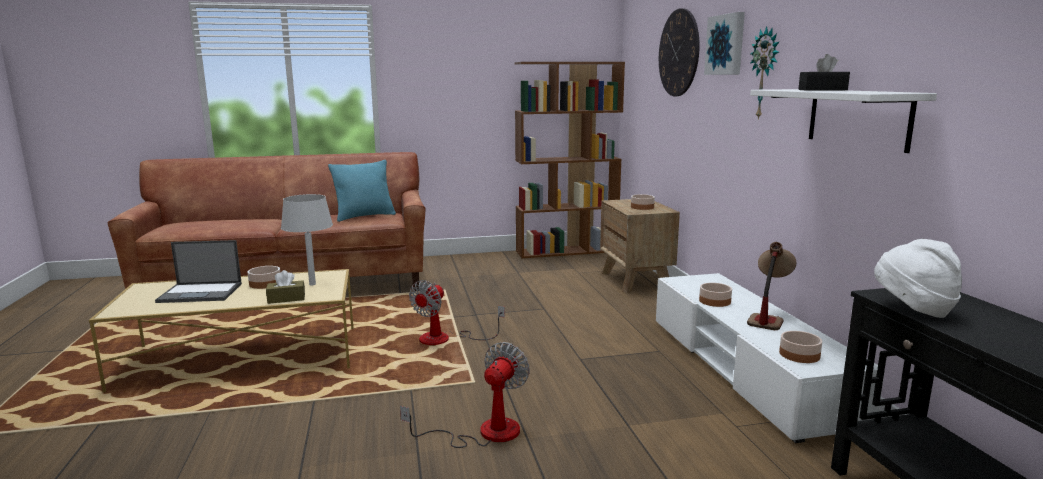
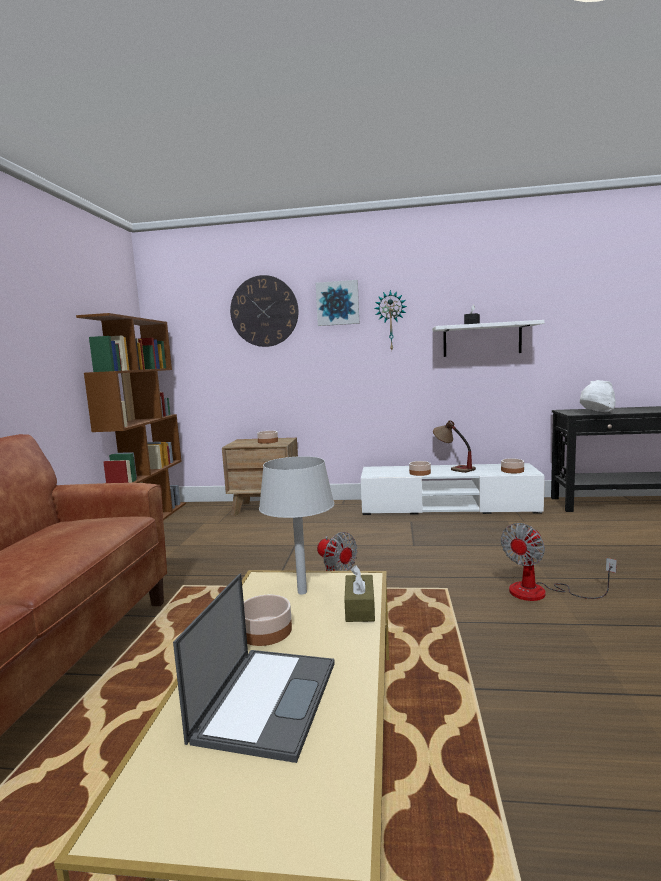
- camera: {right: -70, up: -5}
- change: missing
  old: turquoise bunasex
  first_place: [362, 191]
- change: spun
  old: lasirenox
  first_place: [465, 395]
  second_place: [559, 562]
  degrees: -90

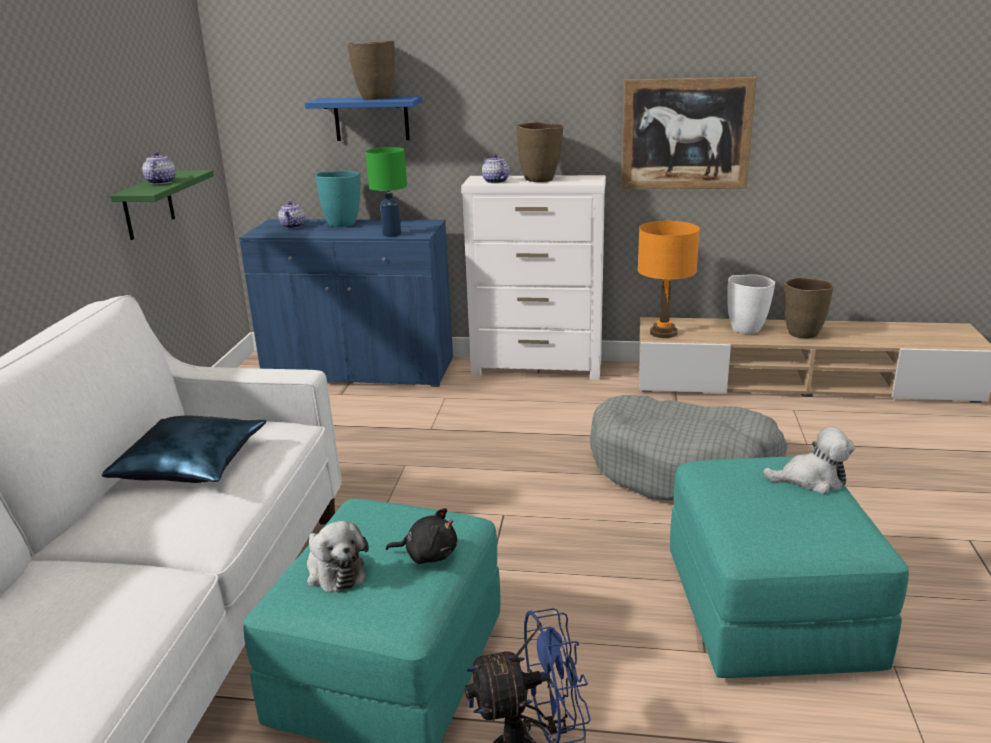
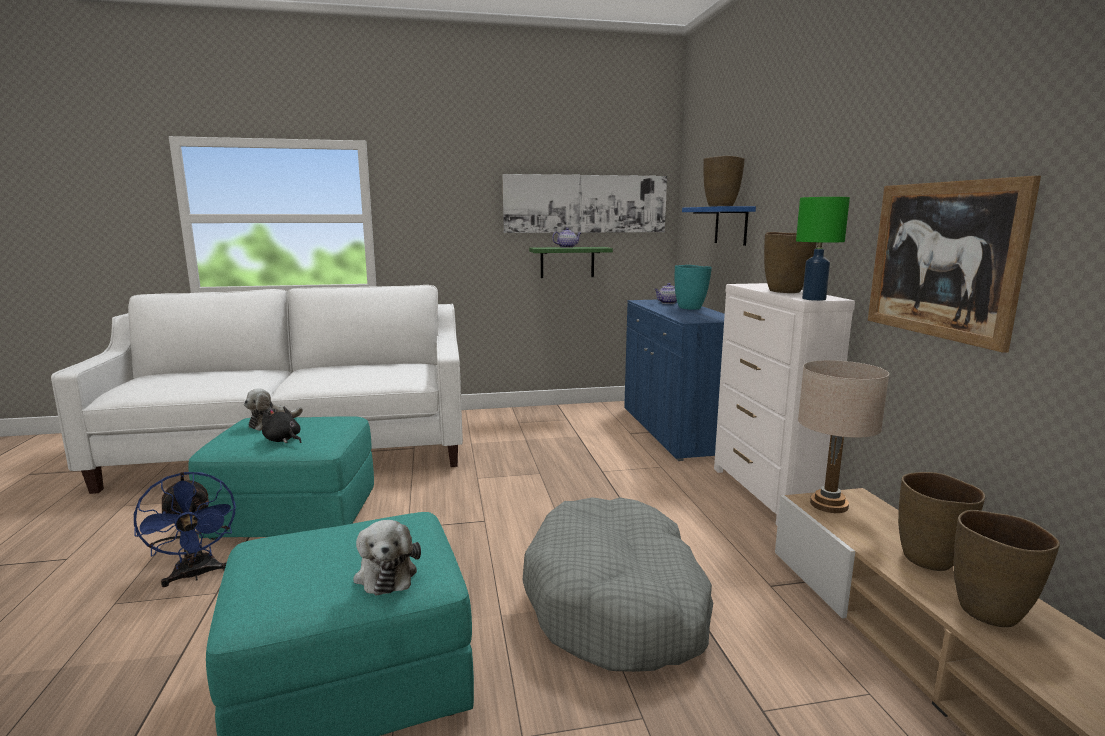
- camera: {right: 70, up: -10}
- change: relocated
  old: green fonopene
  first_place: [386, 192]
  second_place: [823, 249]
- change: missing
  old: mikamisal
  first_place: [495, 168]
- change: colour
  old: orange fonopene
  new: beige fonopene
  first_place: [669, 279]
  second_place: [843, 436]
- change: colour
  old: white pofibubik
  new: brown pofibubik
  first_place: [751, 304]
  second_place: [941, 521]
- change: missing
  old: blue bunasex
  first_place: [184, 449]
- change: spun
  old: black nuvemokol
  first_place: [421, 536]
  second_place: [281, 425]
  degrees: 135
- change: appeared
  new: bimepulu
  second_place: [585, 203]

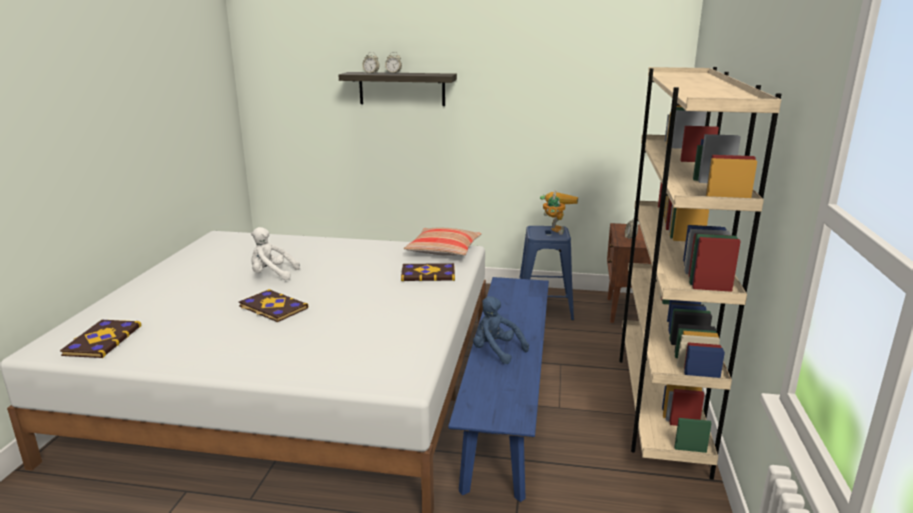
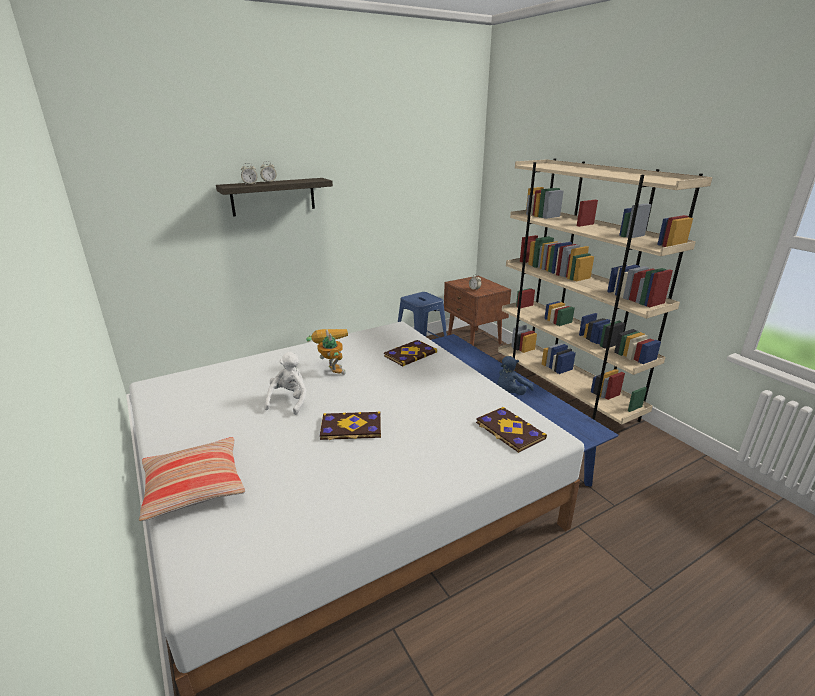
- camera: {right: -40, up: 5}
- change: relocated
  old: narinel
  first_place: [559, 212]
  second_place: [327, 352]
- change: spun
  old: white nuvemokol
  first_place: [275, 253]
  second_place: [286, 383]
  degrees: 135
- change: relocated
  old: bunasex
  first_place: [442, 242]
  second_place: [192, 479]
- change: spun
  old: blue nuvemokol
  first_place: [501, 330]
  second_place: [515, 375]
  degrees: -45
- change: relocated
  old: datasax
  first_place: [100, 339]
  second_place: [511, 430]

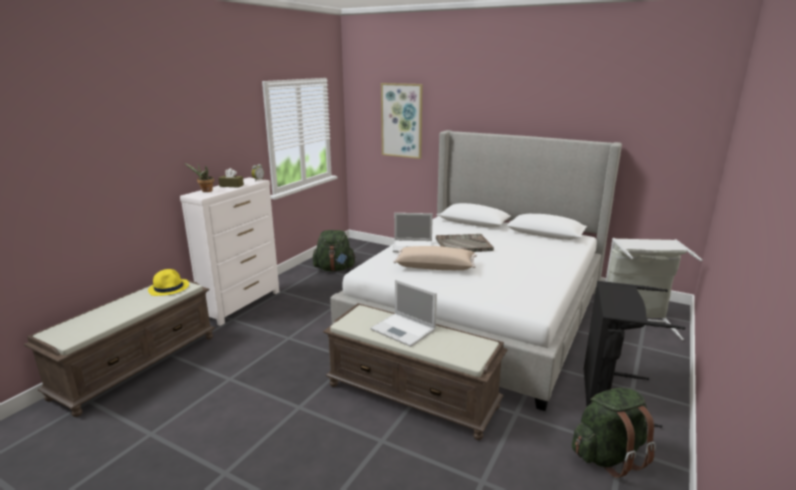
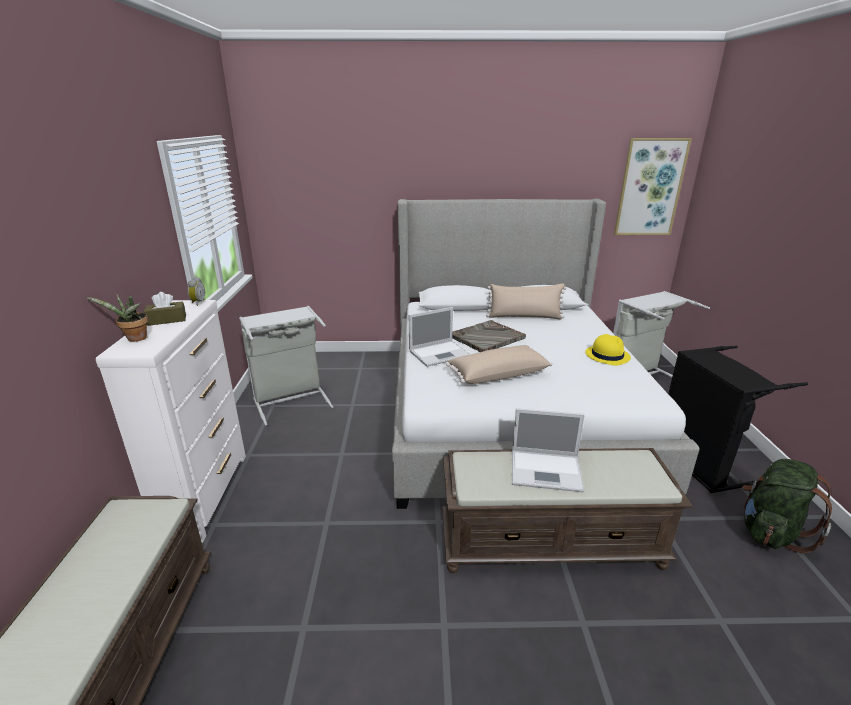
- camera: {right: -30, up: 5}
- change: relocated
  old: bimepulu
  first_place: [402, 121]
  second_place: [653, 186]
- change: exchanged
  old: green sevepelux
  new: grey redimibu
  first_place: [334, 250]
  second_place: [286, 366]
- change: relocated
  old: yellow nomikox
  first_place: [168, 282]
  second_place: [608, 350]
- change: appeared
  new: beige bunasex
  second_place: [526, 301]

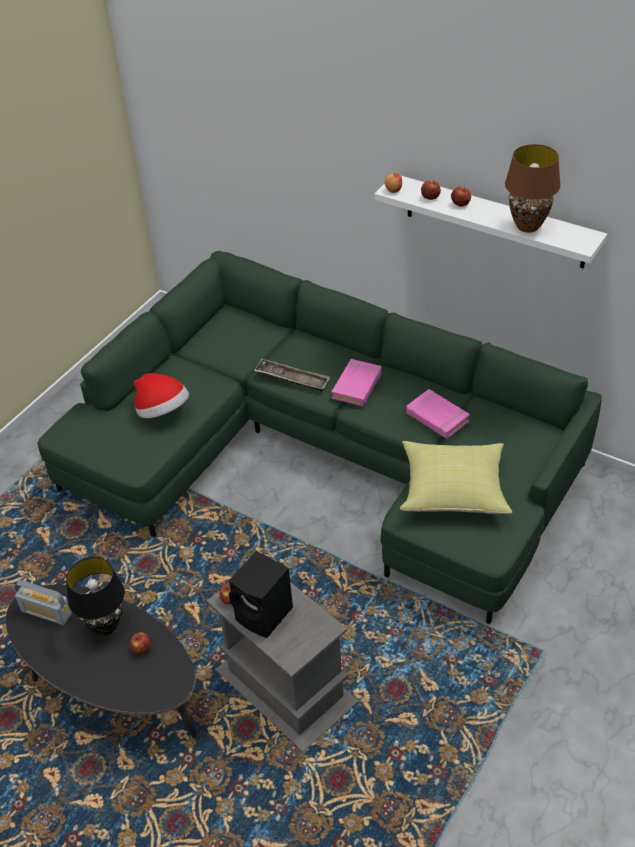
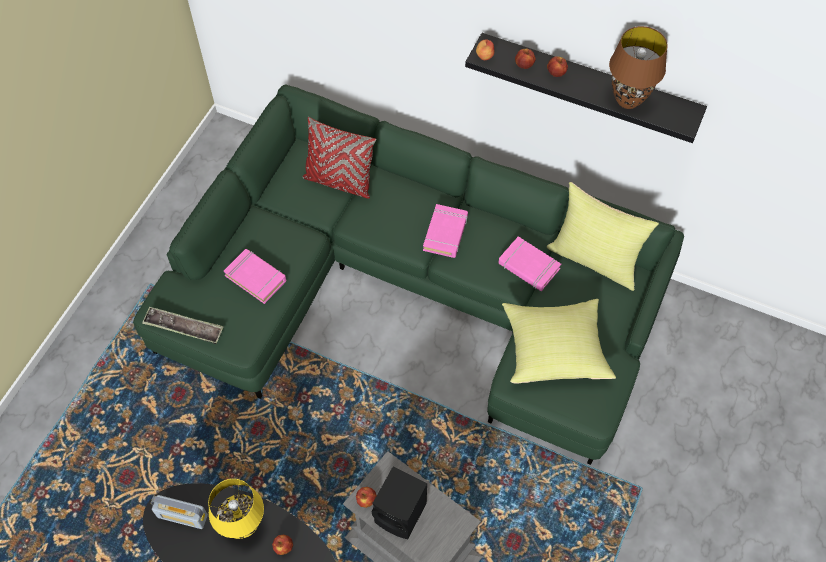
- camera: {right: -10, up: 15}
- change: colour
  old: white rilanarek
  new: black rilanarek
  first_place: [490, 222]
  second_place: [586, 88]
- change: relocated
  old: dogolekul
  first_place: [292, 375]
  second_place: [182, 325]
- change: exchanged
  old: nomikox
  new: pink datasax
  first_place: [161, 395]
  second_place: [255, 276]
- change: colour
  old: black fonopene
  new: yellow fonopene
  first_place: [95, 596]
  second_place: [236, 509]
- change: appeared
  new: red bunasex
  second_place: [339, 158]
- change: appeared
  new: yellow bunasex
  second_place: [603, 236]

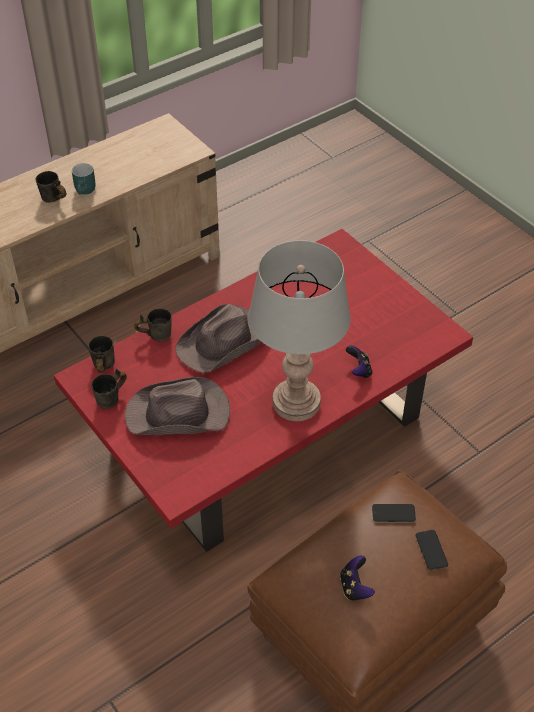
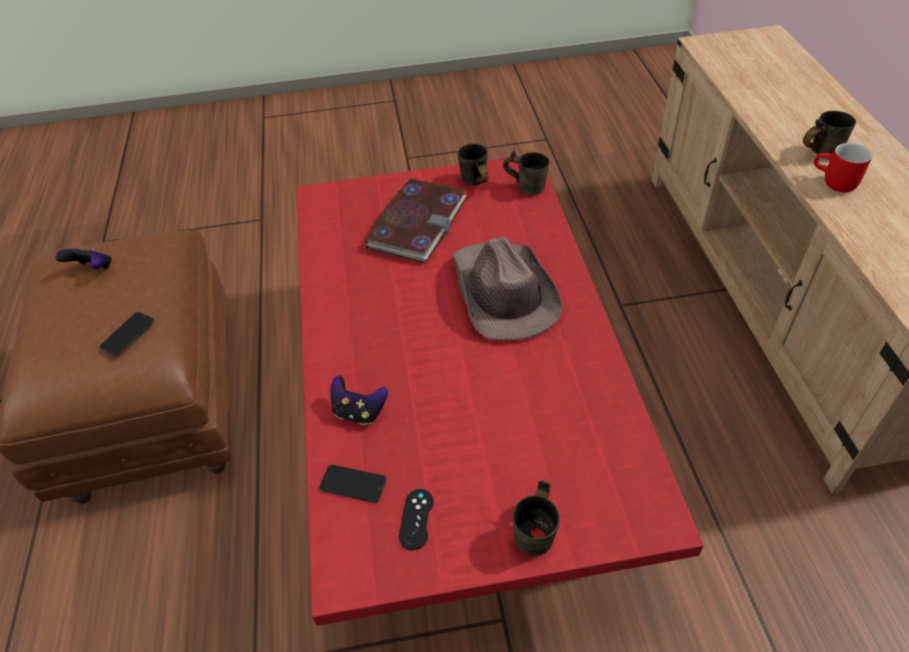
- camera: {right: 120, up: 0}
- change: colour
  old: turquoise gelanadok
  new: red gelanadok
  first_place: [83, 179]
  second_place: [843, 167]
- change: missing
  old: grey fonopene
  first_place: [299, 330]
- change: relocated
  old: grey gelanadok
  first_place: [153, 325]
  second_place: [536, 518]
- change: exchanged
  old: brown nomikox
  new: datasax
  first_place: [177, 406]
  second_place: [416, 220]
- change: relocated
  old: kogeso
  first_place: [432, 550]
  second_place: [353, 484]
- change: appeared
  new: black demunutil
  second_place: [416, 519]

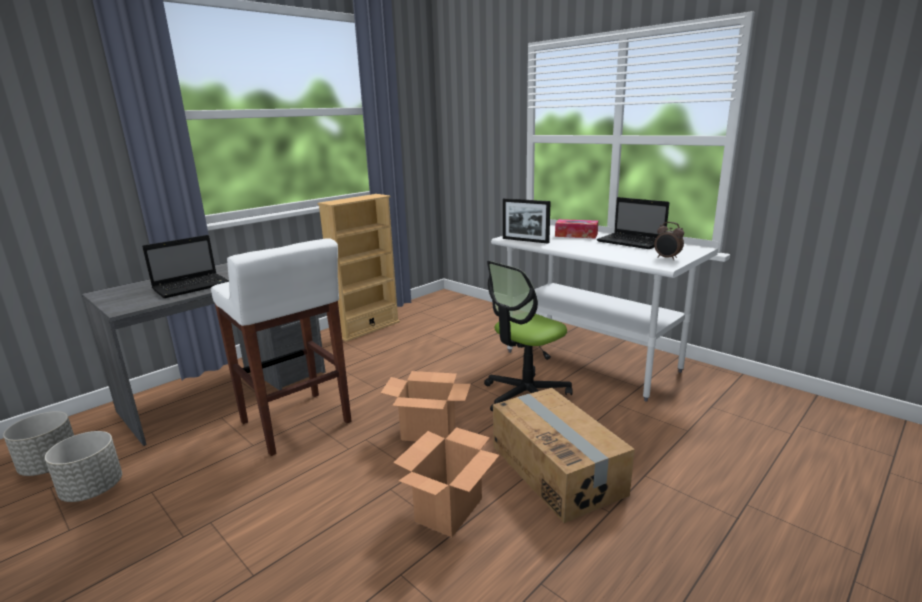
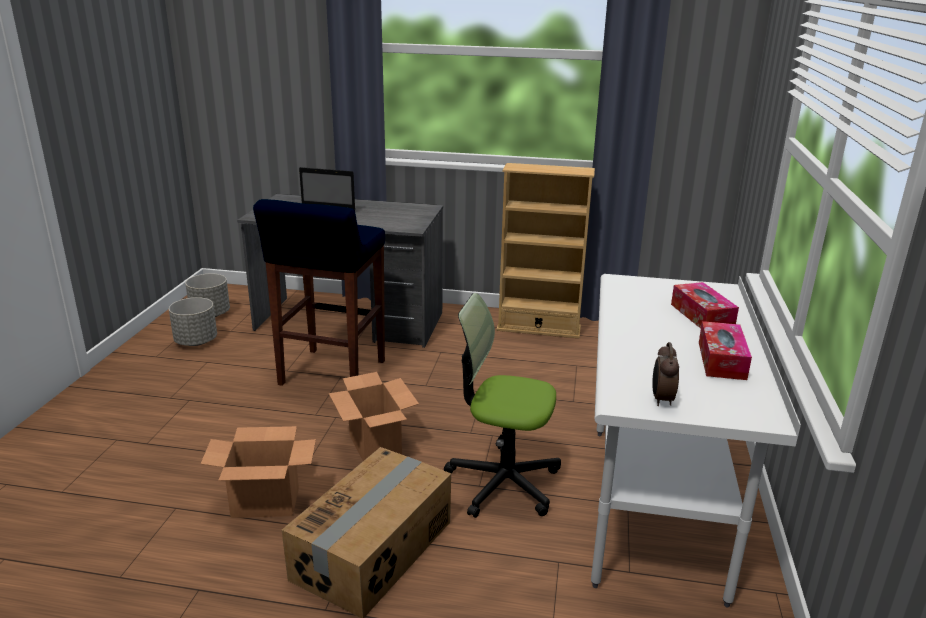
- camera: {right: 55, up: 5}
- change: exchanged
  old: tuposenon
  new: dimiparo
  first_place: [632, 223]
  second_place: [725, 350]
- change: missing
  old: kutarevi
  first_place: [527, 221]
- change: colour
  old: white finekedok
  new: blue finekedok
  first_place: [281, 347]
  second_place: [319, 292]

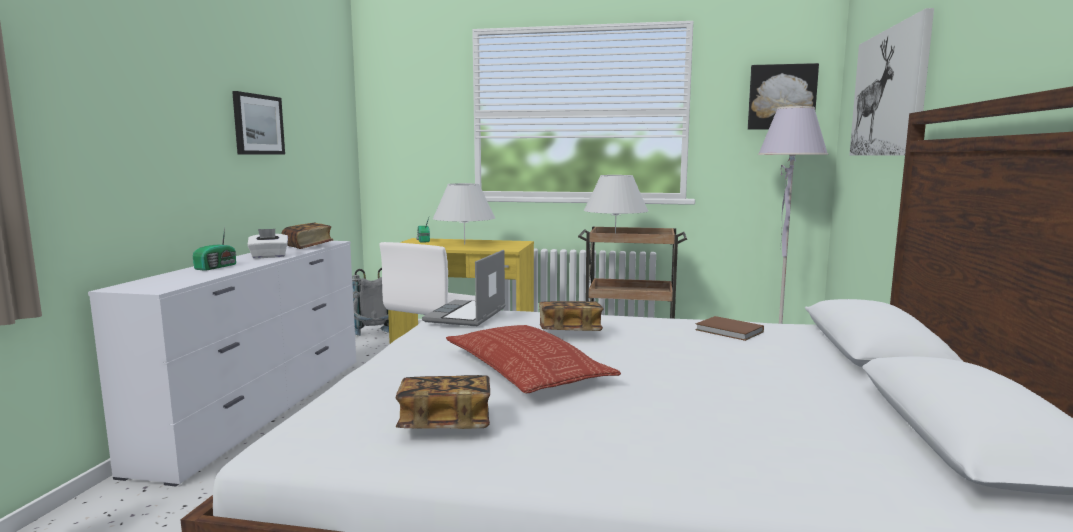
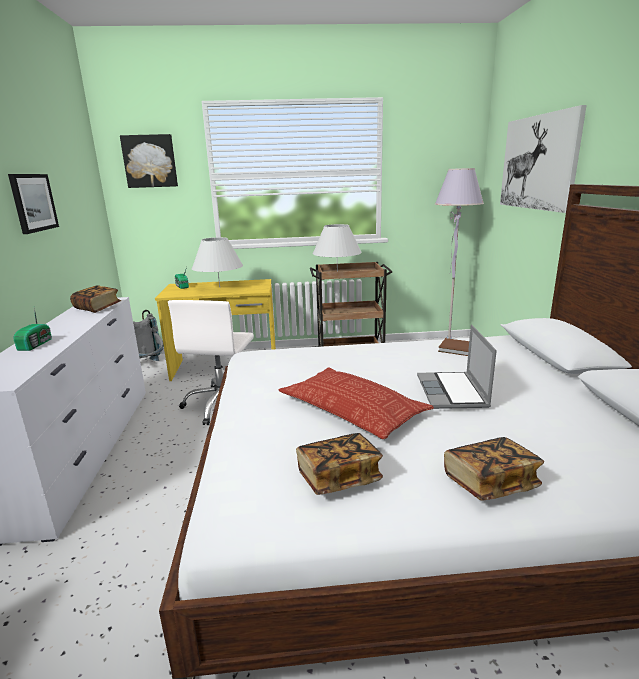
- camera: {right: -15, up: 10}
- change: relocated
  old: bimepulu
  first_place: [783, 96]
  second_place: [149, 161]
- change: missing
  old: white dimiparo
  first_place: [267, 244]
- change: relocated
  old: tuposenon
  first_place: [463, 288]
  second_place: [457, 366]
- change: relocated
  old: datasax
  first_place: [571, 316]
  second_place: [494, 469]

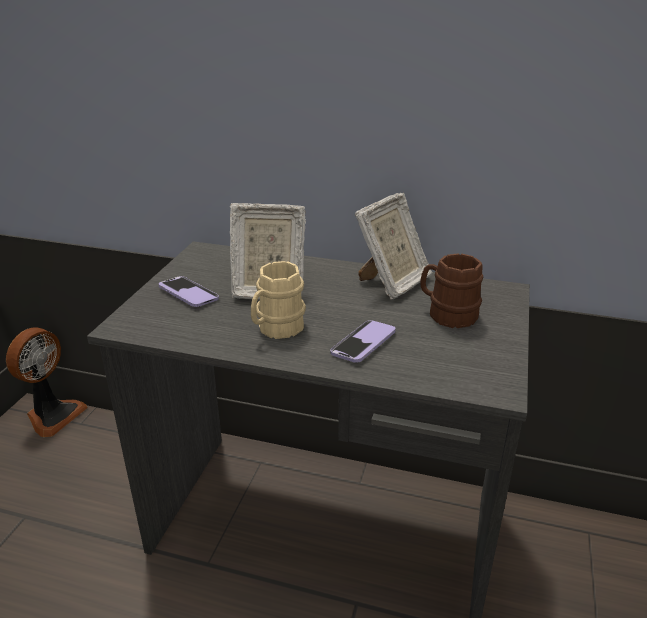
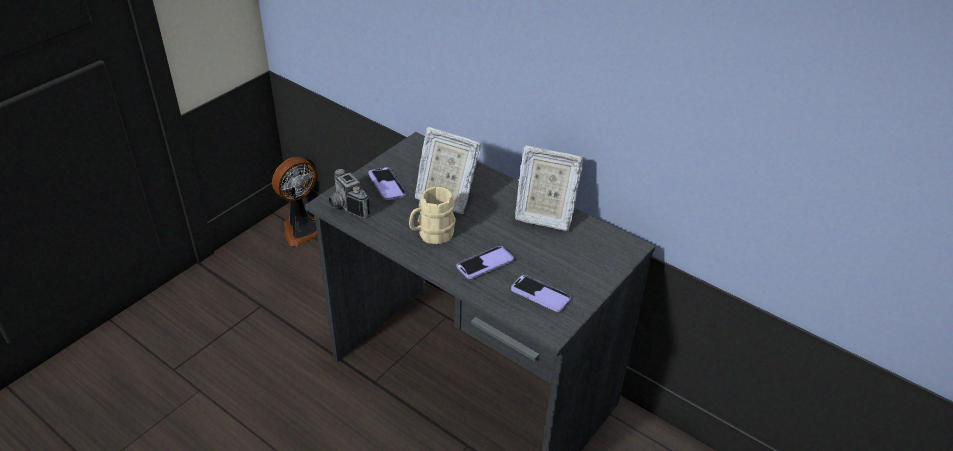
- camera: {right: 20, up: 10}
- change: spun
  old: kutarevi
  first_place: [393, 246]
  second_place: [549, 188]
  degrees: 45
- change: missing
  old: brown gelanadok
  first_place: [451, 291]
- change: appeared
  new: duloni
  second_place: [349, 193]
- change: appeared
  new: kogeso
  second_place: [541, 293]

